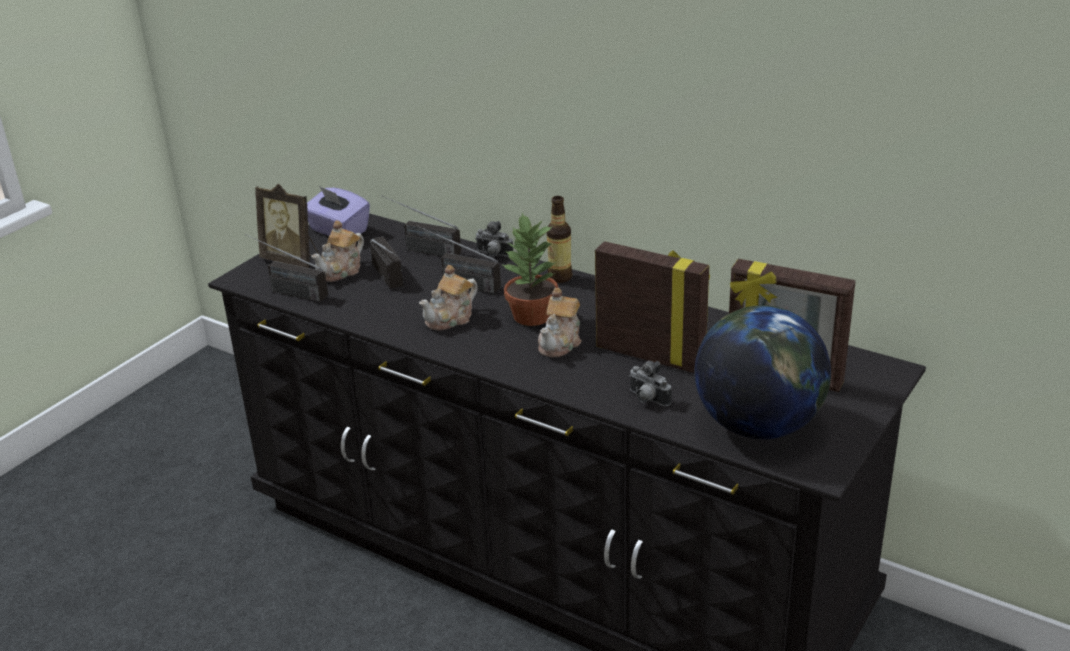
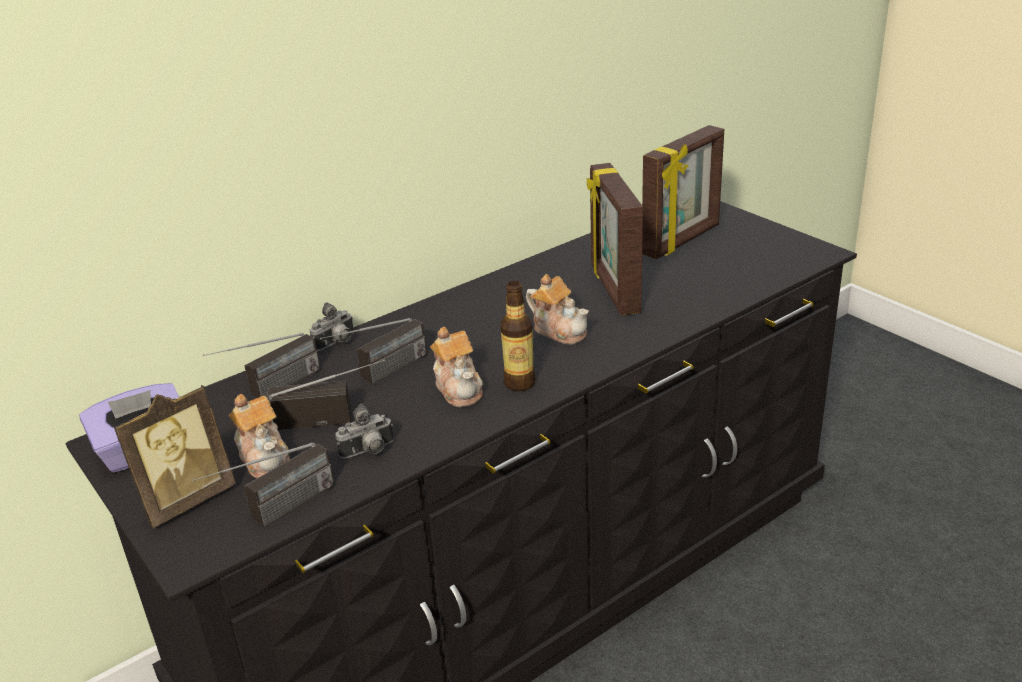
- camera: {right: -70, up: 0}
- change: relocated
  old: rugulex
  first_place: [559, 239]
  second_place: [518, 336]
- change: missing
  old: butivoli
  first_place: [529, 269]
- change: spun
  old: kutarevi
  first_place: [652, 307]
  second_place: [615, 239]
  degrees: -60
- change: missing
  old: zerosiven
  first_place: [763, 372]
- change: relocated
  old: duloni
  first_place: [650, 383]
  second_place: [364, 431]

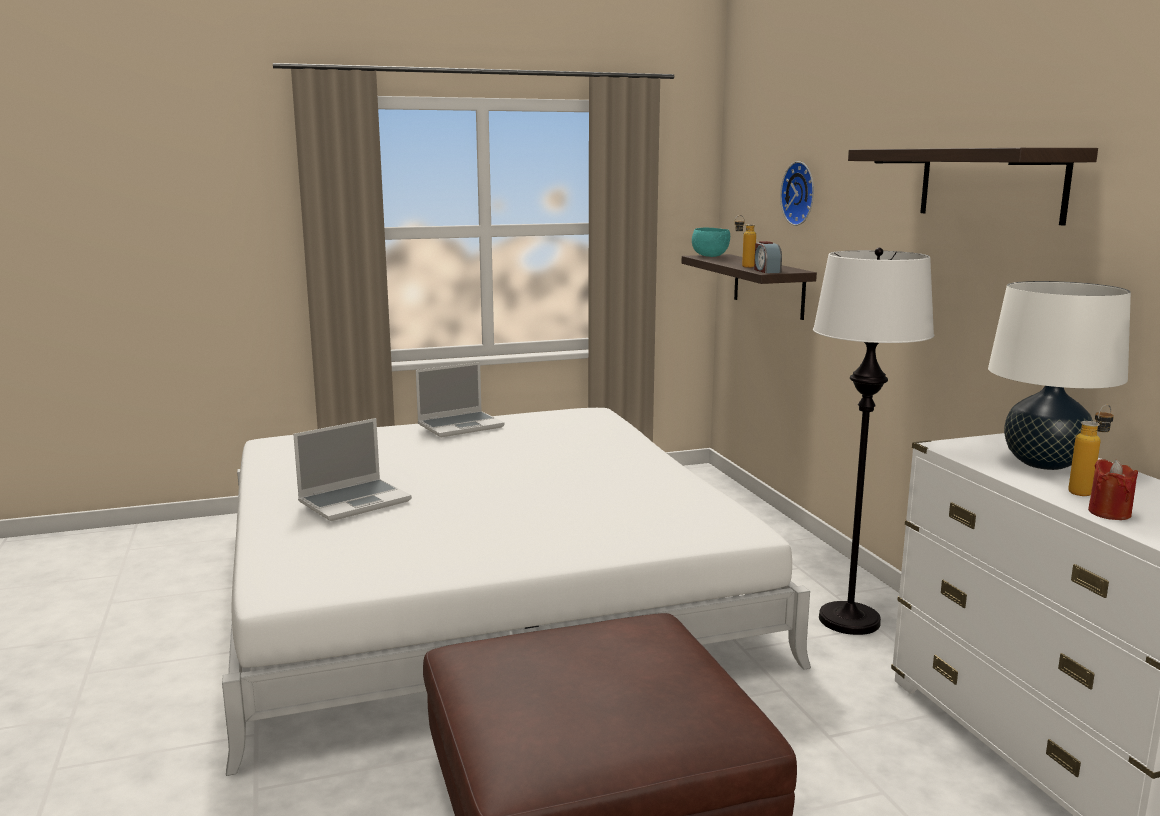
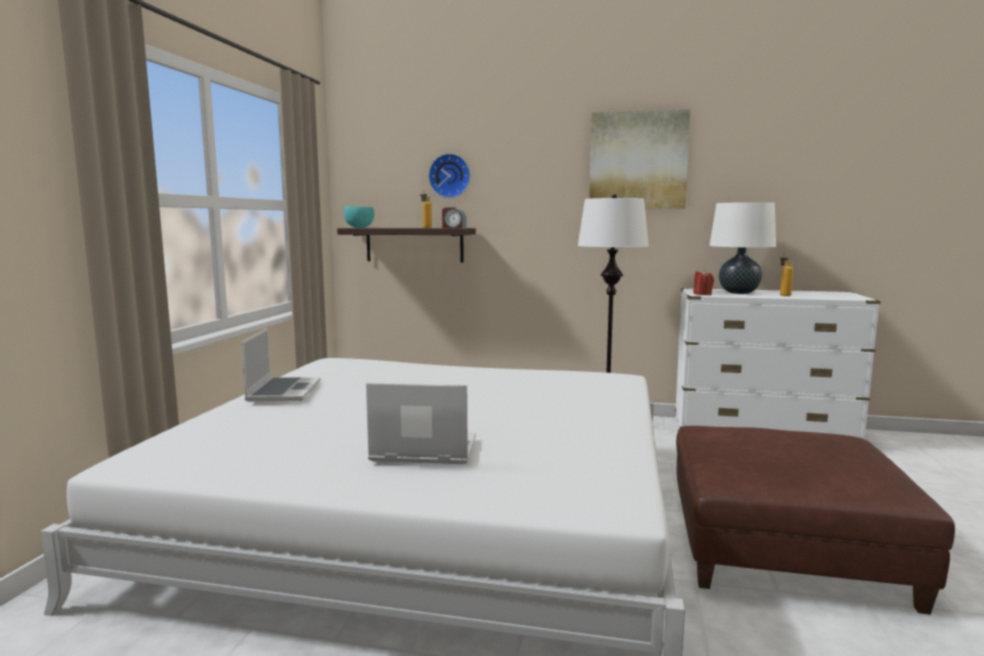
- camera: {right: -60, up: -5}
- change: exchanged
  old: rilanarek
  new: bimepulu
  first_place: [973, 187]
  second_place: [639, 159]
- change: spun
  old: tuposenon
  first_place: [352, 469]
  second_place: [421, 423]
  degrees: -75
- change: relocated
  old: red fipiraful
  first_place: [1113, 489]
  second_place: [703, 282]

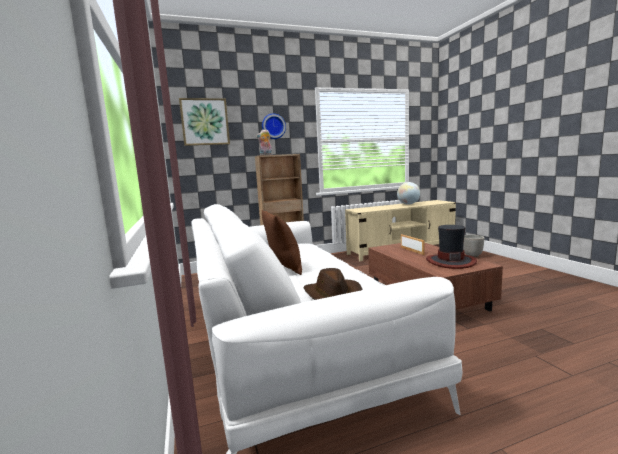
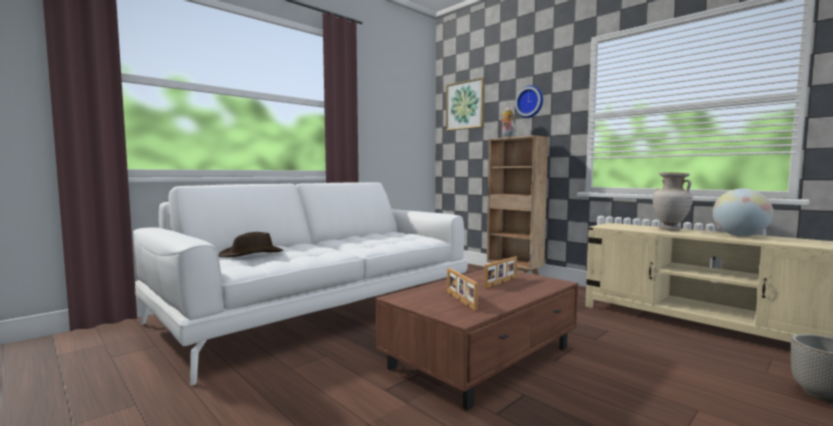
- camera: {right: 65, up: -5}
- change: missing
  old: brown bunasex
  first_place: [282, 242]
- change: exchanged
  old: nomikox
  new: kutarevi
  first_place: [451, 247]
  second_place: [462, 289]
- change: appeared
  new: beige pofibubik
  second_place: [672, 202]

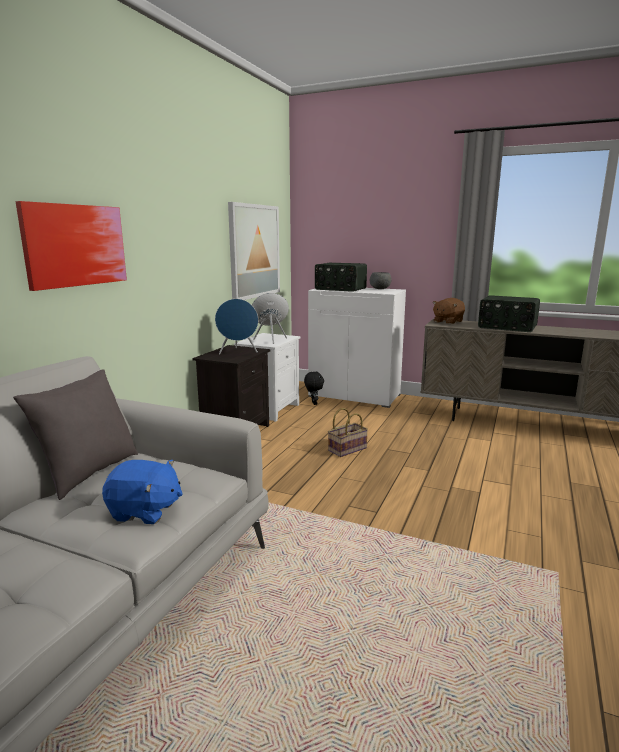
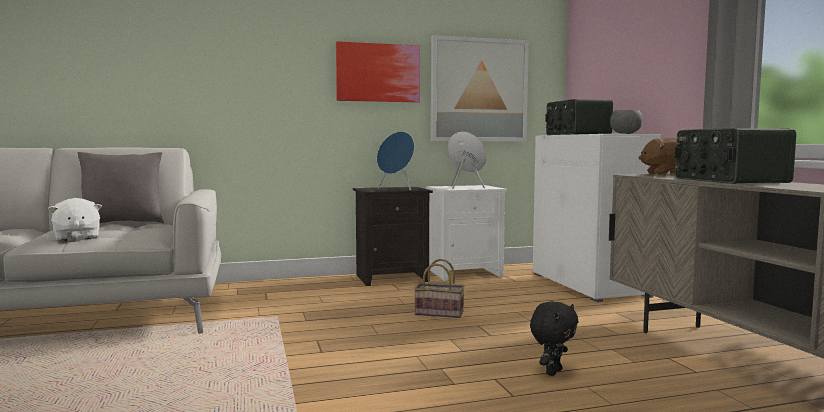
- camera: {right: 50, up: -10}
- change: relocated
  old: bimepulu
  first_place: [71, 246]
  second_place: [378, 71]
- change: relocated
  old: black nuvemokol
  first_place: [314, 388]
  second_place: [554, 338]
- change: colour
  old: blue nuvemokol
  new: white nuvemokol
  first_place: [142, 492]
  second_place: [75, 220]

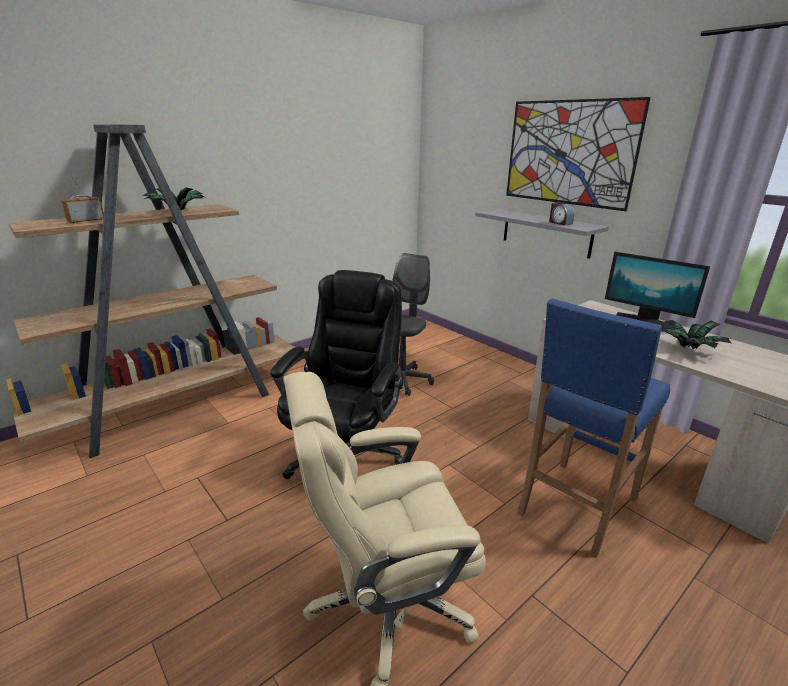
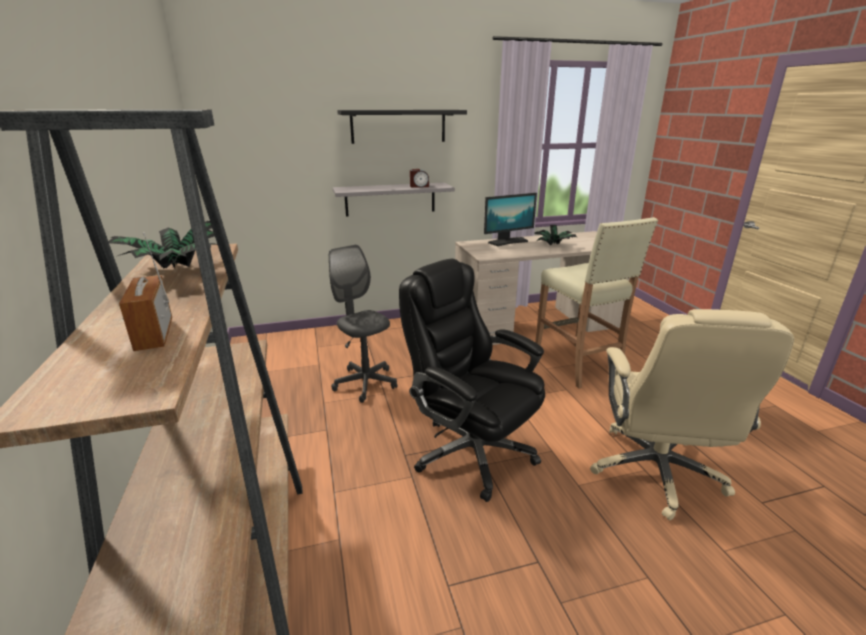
- camera: {right: -65, up: 0}
- change: exchanged
  old: bimepulu
  new: black rilanarek
  first_place: [578, 154]
  second_place: [402, 127]
- change: colour
  old: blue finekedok
  new: beige finekedok
  first_place: [593, 428]
  second_place: [596, 303]

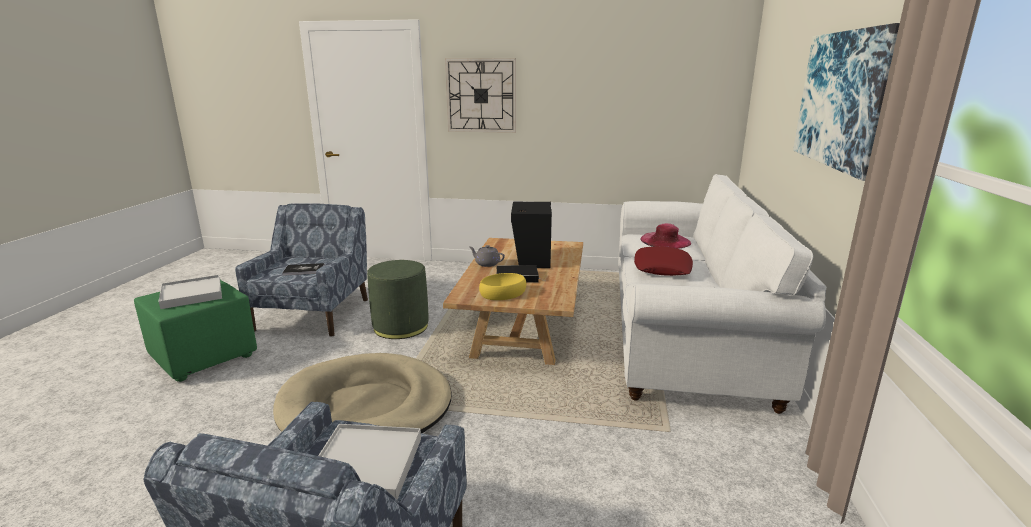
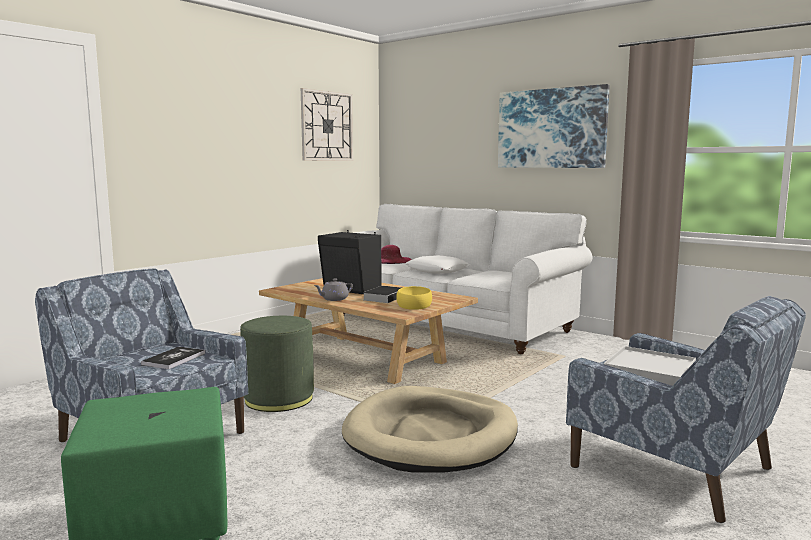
- camera: {right: -60, up: -10}
- change: relocated
  old: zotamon
  first_place: [480, 95]
  second_place: [327, 124]
- change: colour
  old: red bunasex
  new: white bunasex
  first_place: [663, 261]
  second_place: [437, 264]
- change: missing
  old: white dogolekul
  first_place: [190, 292]

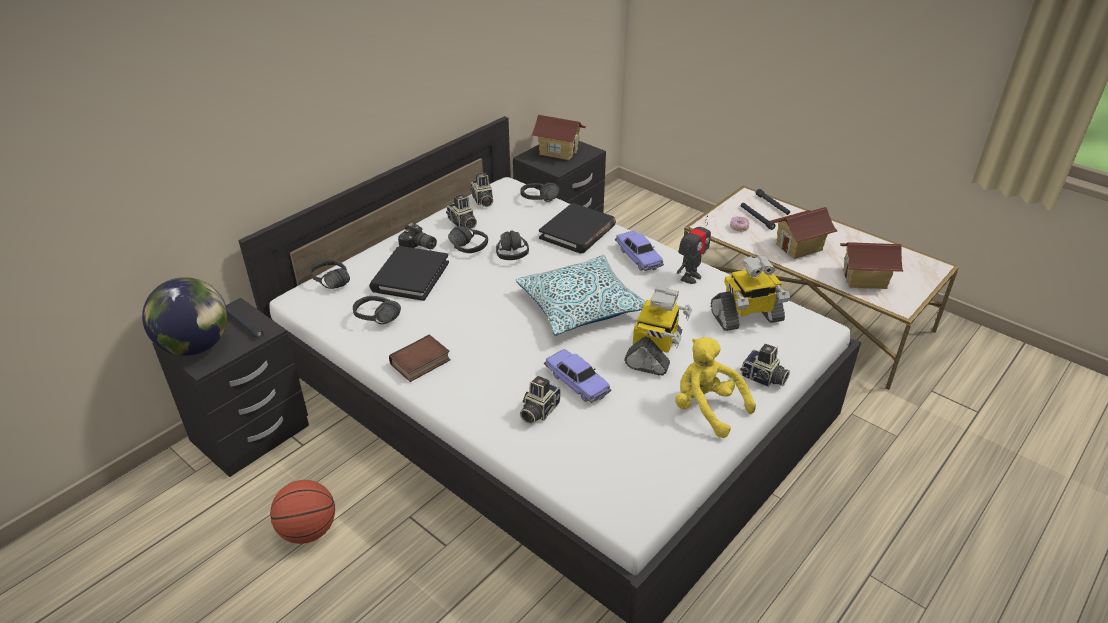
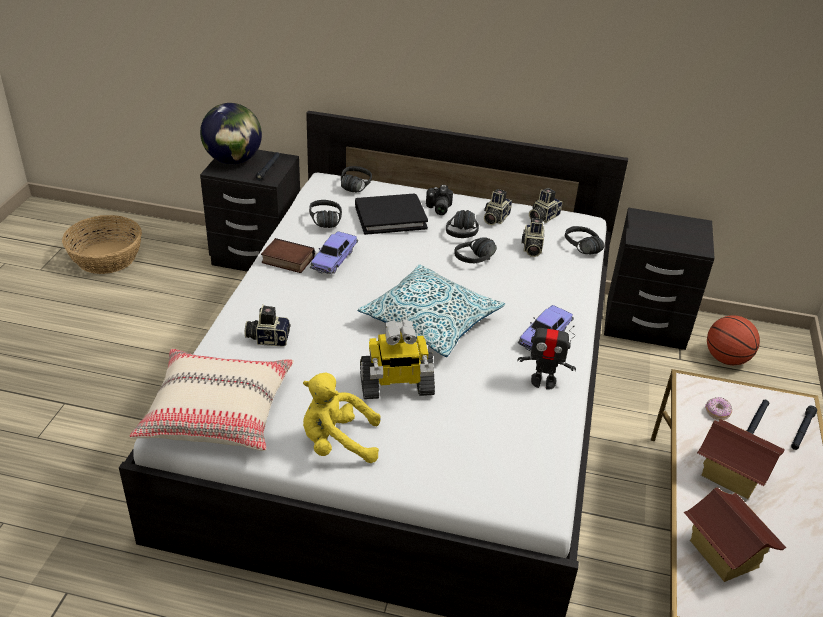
- camera: {right: 60, up: 0}
- change: missing
  old: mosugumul
  first_place: [559, 137]
- change: missing
  old: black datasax
  first_place: [577, 228]
- change: missing
  old: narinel
  first_place: [750, 293]
- change: spun
  old: yellow nuvemokol
  first_place: [715, 387]
  second_place: [342, 418]
  degrees: -105
- change: relocated
  old: duloni
  first_place: [765, 365]
  second_place: [532, 237]
- change: relocated
  old: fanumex
  first_place: [577, 376]
  second_place: [334, 252]
- change: relocated
  old: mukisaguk
  first_place: [302, 512]
  second_place: [733, 340]
- change: appeared
  new: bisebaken
  second_place: [102, 244]
- change: appeared
  new: beige bunasex
  second_place: [212, 400]

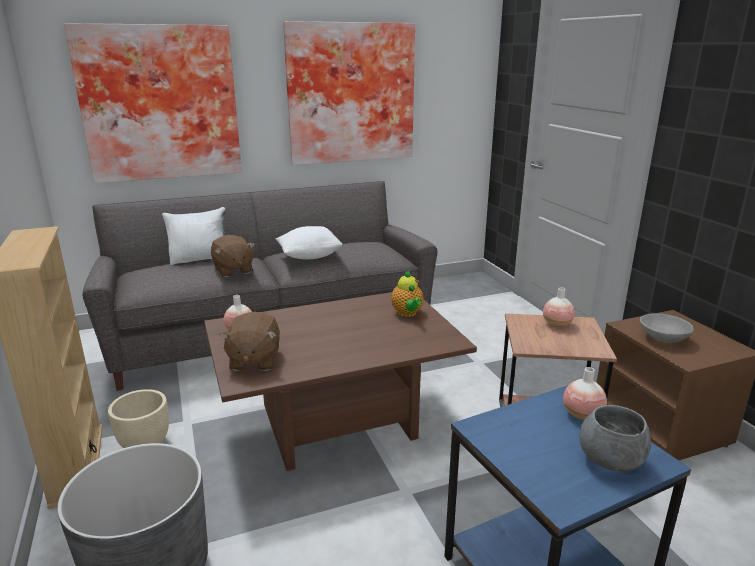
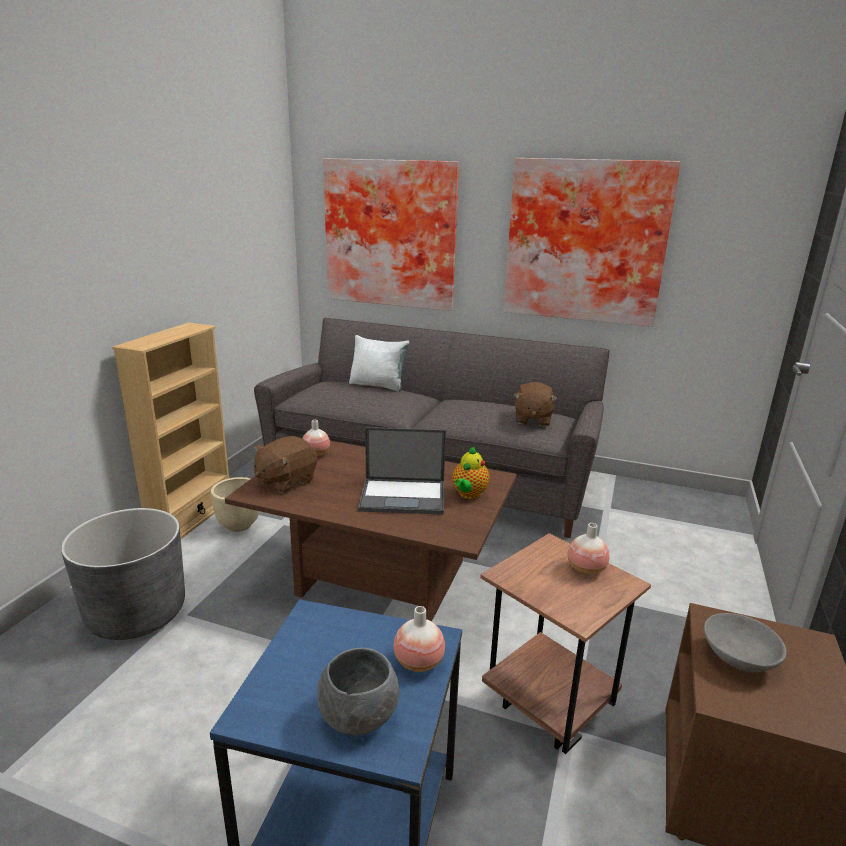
- camera: {right: 40, up: 0}
- change: missing
  old: white bunasex
  first_place: [310, 242]
- change: relocated
  old: brown nuvemokol
  first_place: [233, 256]
  second_place: [535, 404]
- change: appeared
  new: tuposenon
  second_place: [402, 471]

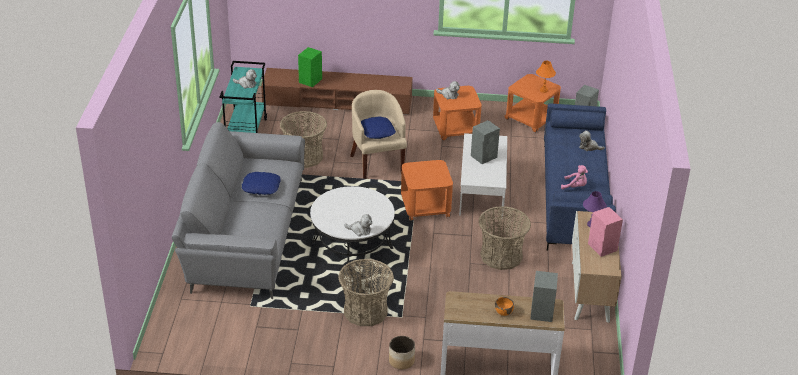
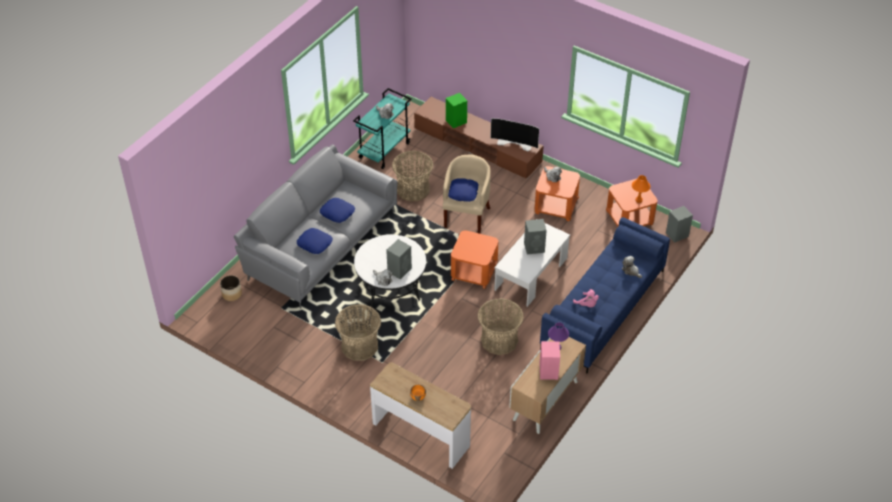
- camera: {right: 30, up: 10}
- change: relocated
  old: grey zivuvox
  first_place: [544, 296]
  second_place: [399, 259]
- change: relocated
  old: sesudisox
  first_place: [402, 353]
  second_place: [231, 288]
- change: appeared
  new: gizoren
  second_place: [514, 135]
- change: appeared
  new: blue bunasex
  second_place: [315, 241]

